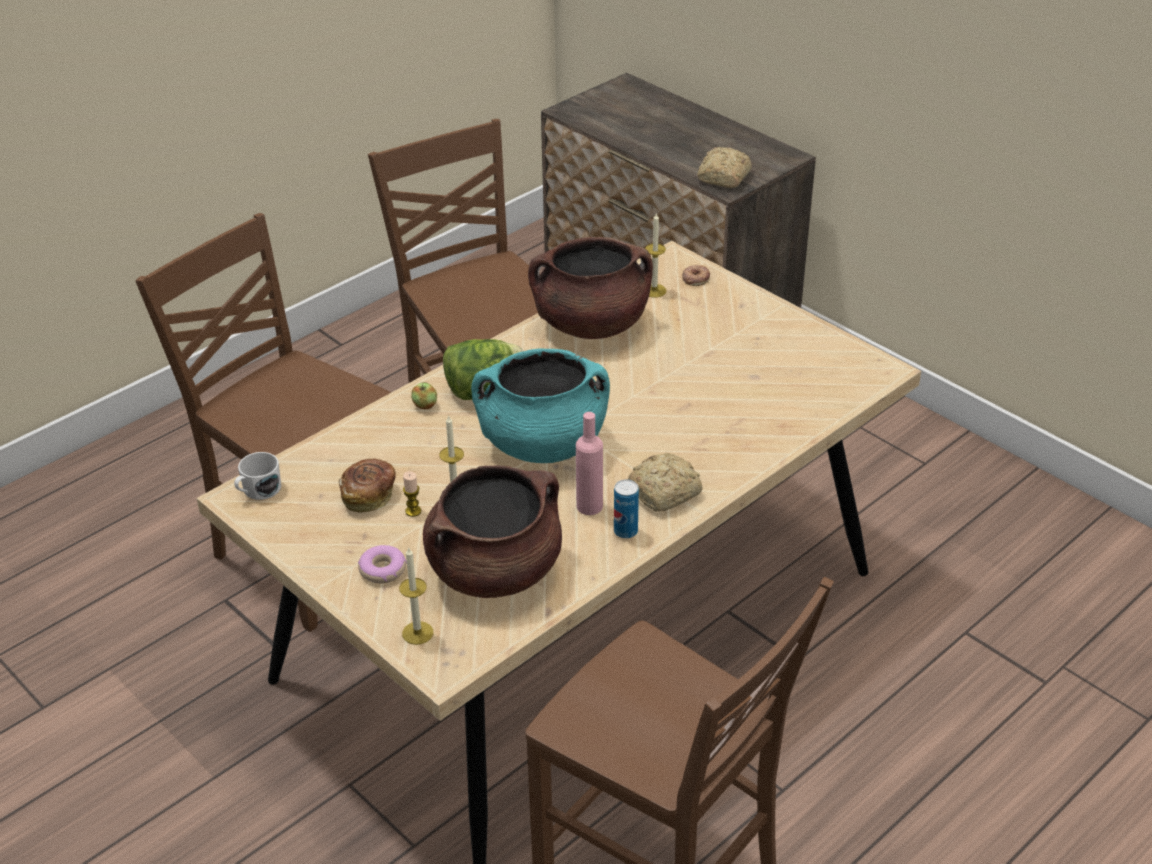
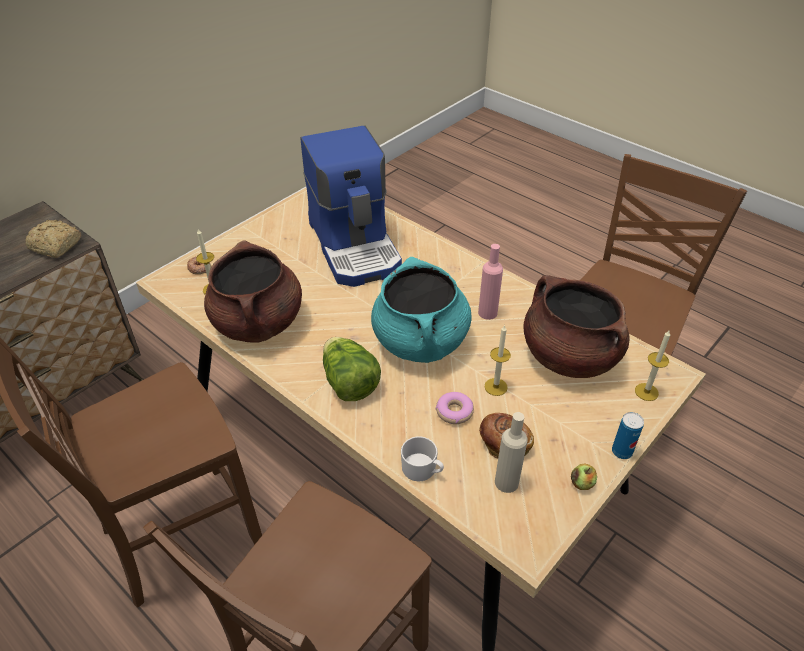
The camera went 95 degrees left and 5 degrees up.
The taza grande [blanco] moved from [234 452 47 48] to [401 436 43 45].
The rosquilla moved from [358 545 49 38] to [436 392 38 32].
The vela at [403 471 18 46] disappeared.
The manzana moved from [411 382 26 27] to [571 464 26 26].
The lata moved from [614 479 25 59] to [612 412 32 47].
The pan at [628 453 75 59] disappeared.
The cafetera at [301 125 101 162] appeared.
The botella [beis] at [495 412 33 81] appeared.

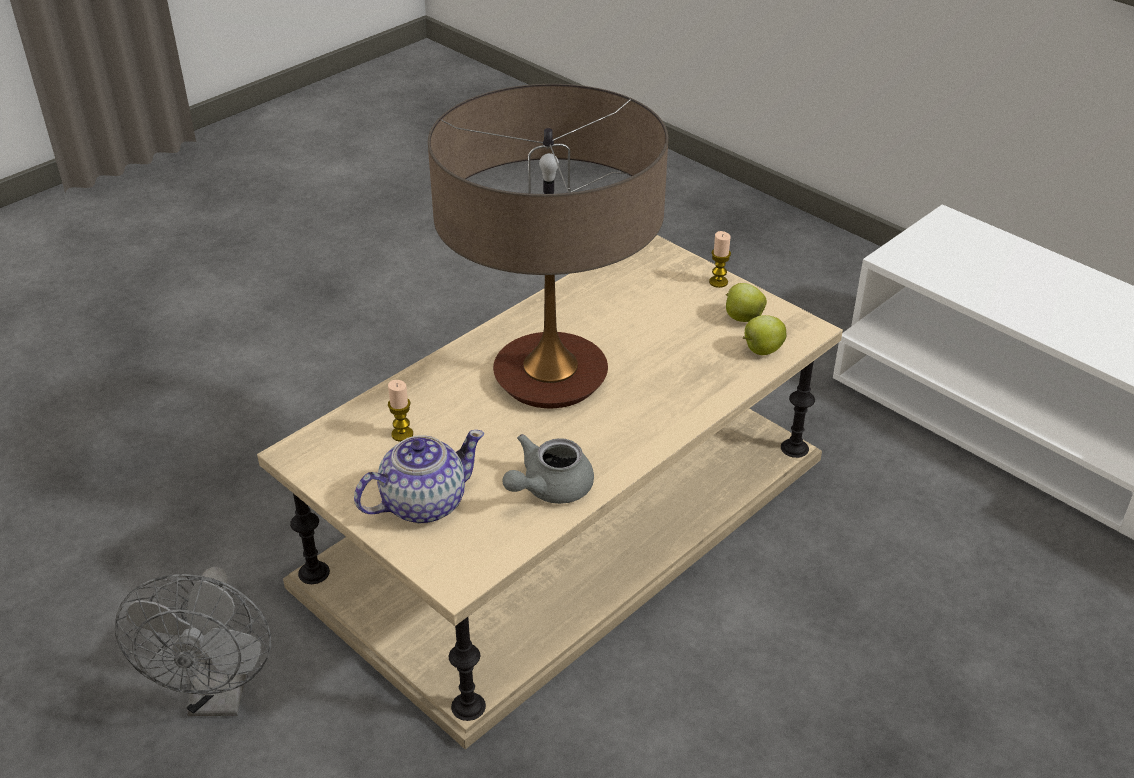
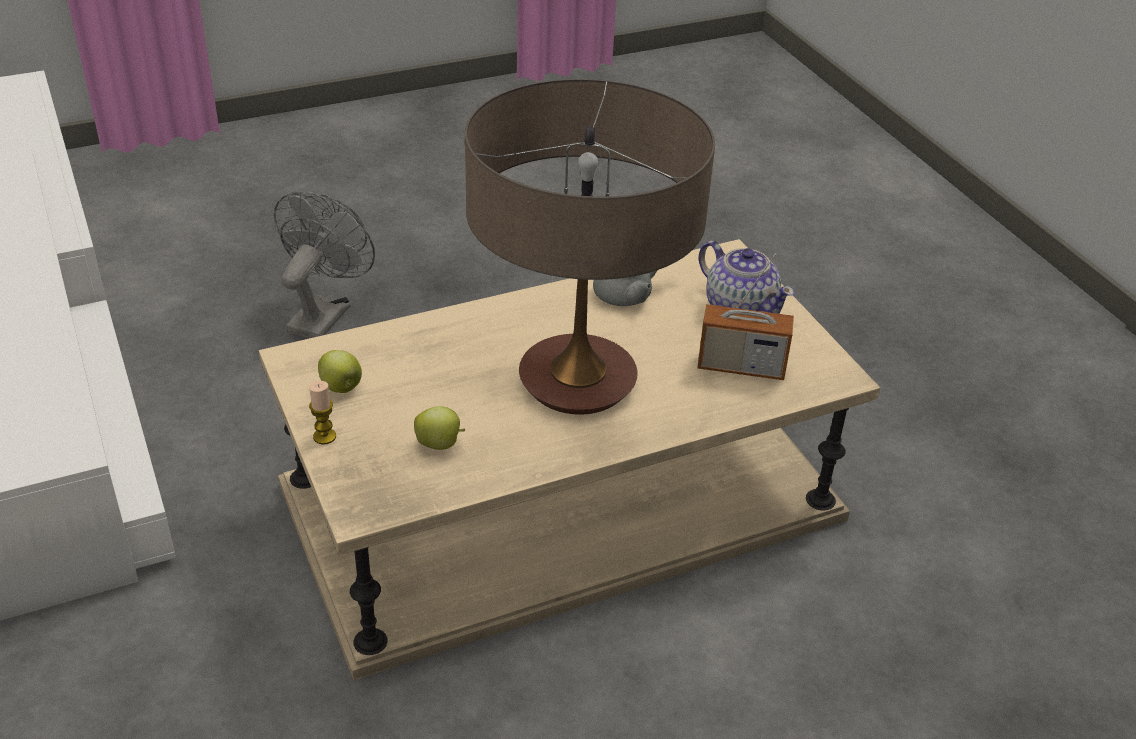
The camera went 160 degrees left and 0 degrees up.
The ventilador [gris] moved from [115 567 156 149] to [274 191 101 147].
The tetera at [354 430 130 93] turned 120 degrees counterclockwise.
The vela at [388 380 25 62] was replaced by the radio at [697 254 97 126].
The manzana moved from [742 315 44 40] to [414 406 51 44].

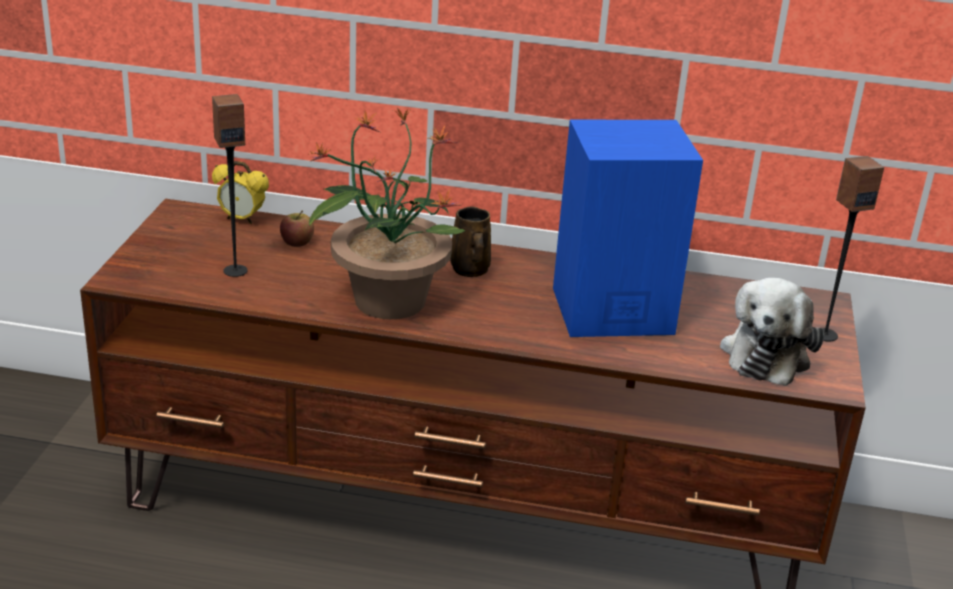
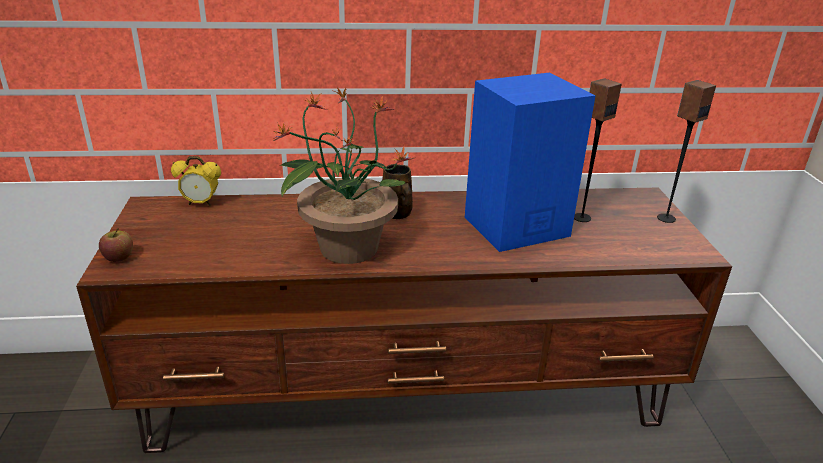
The camera went 15 degrees left and 0 degrees up.
The altavoz moved from [212 94 35 183] to [574 78 48 144].
The manzana moved from [280 211 34 36] to [99 228 34 34].
The peluche at [720 278 104 108] disappeared.

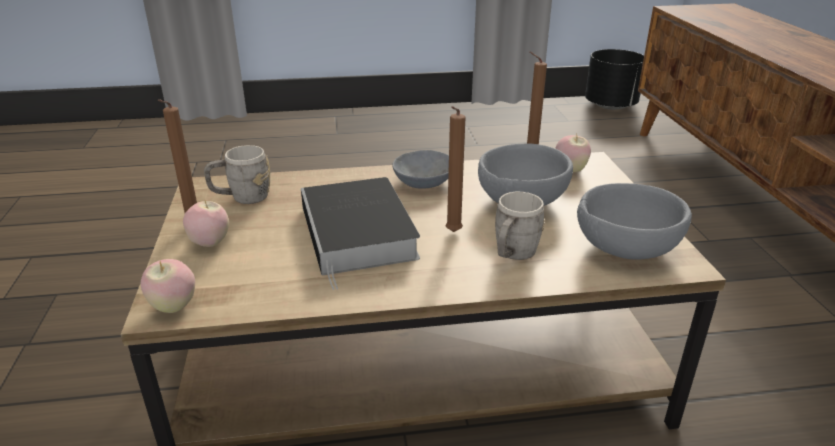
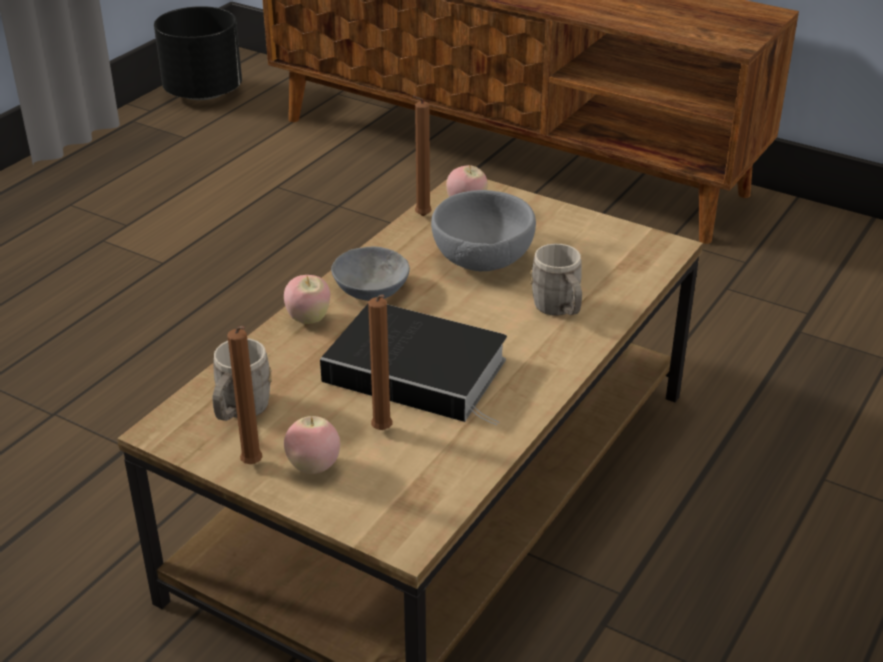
The camera went 50 degrees left and 5 degrees up.
The manzana moved from [141 259 54 54] to [284 275 46 49].
The vela [marrón] moved from [445 106 20 126] to [368 294 24 136].
The cuenco [gris] at [577 183 115 77] disappeared.

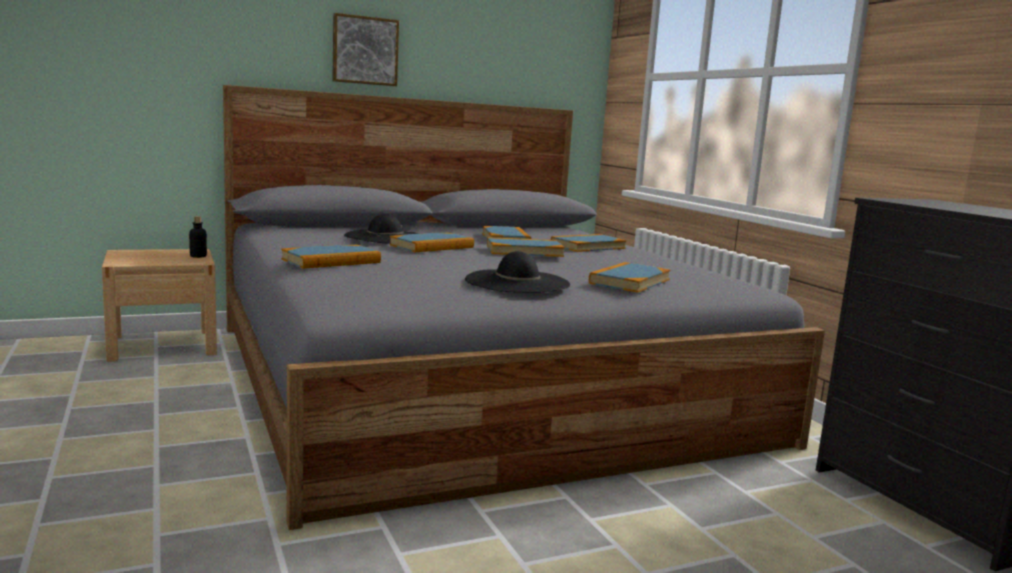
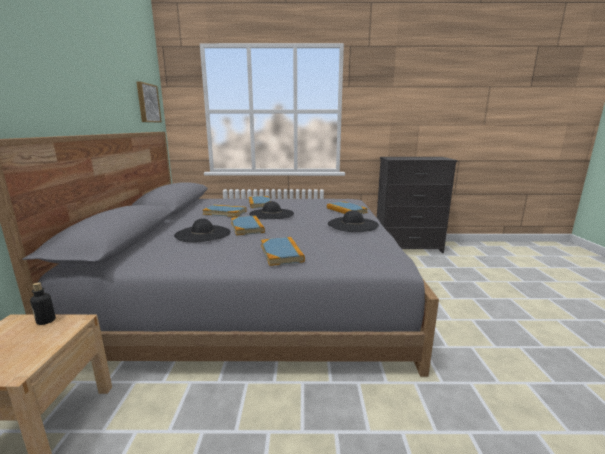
The camera went 65 degrees left and 5 degrees up.
The cuadro moved from [332 13 67 73] to [137 82 25 40].
The libro at [487 237 78 20] was replaced by the sombrero [negro] at [249 201 45 18].

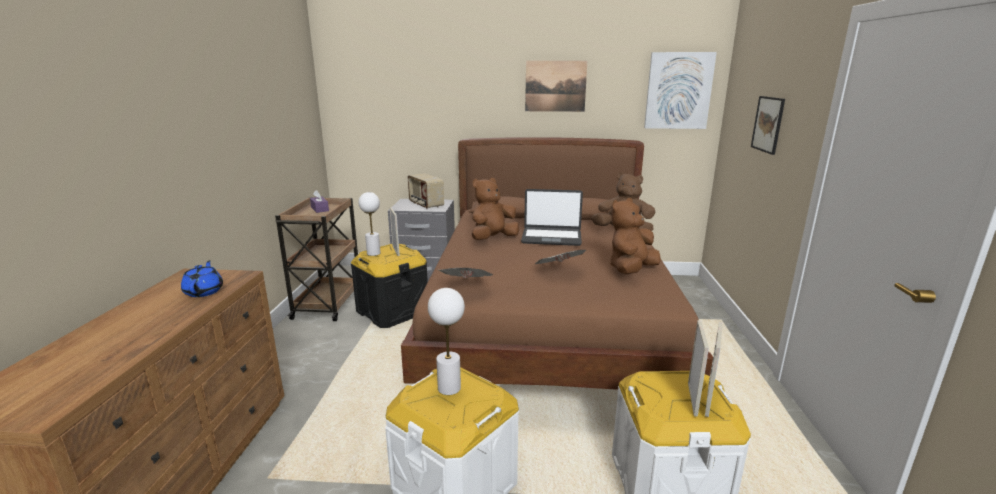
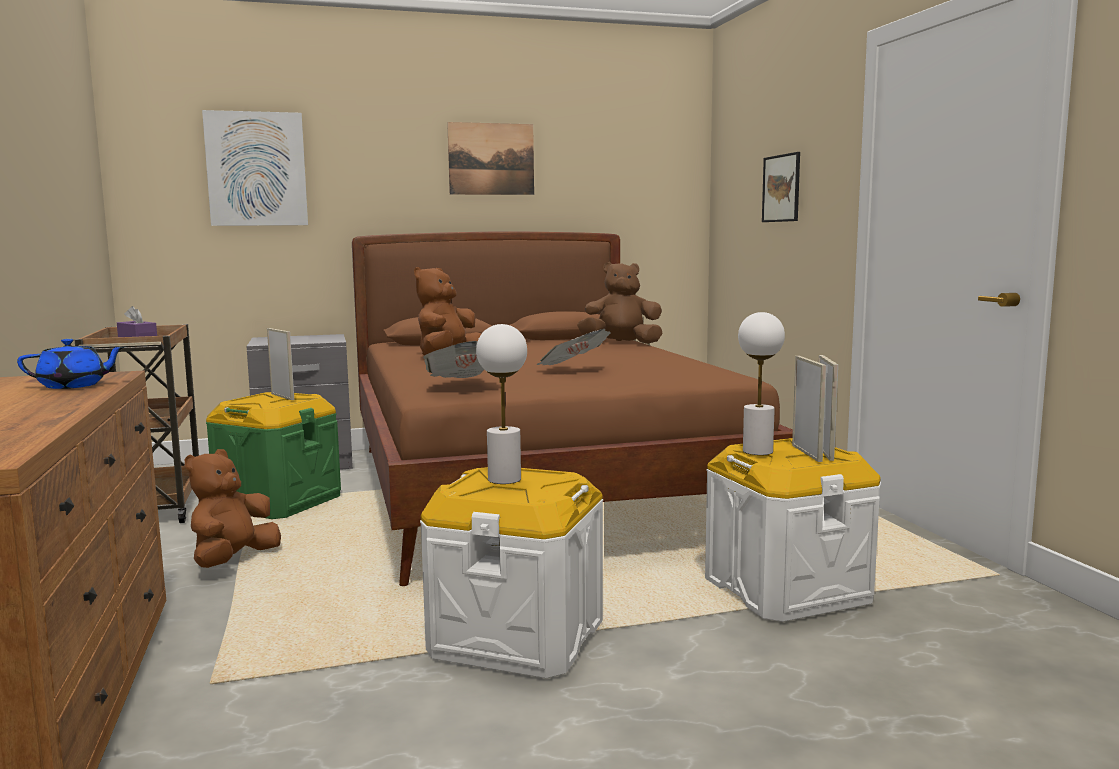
The camera went 20 degrees left and 10 degrees down.
The tetera [azul] at [181 260 42 37] turned 105 degrees clockwise.
The caja de almacenaje [negro] at [351 244 77 84] became the caja de almacenaje [verde] at [206 392 135 127].
The lámpara de mesa [blanco] moved from [358 192 23 64] to [738 312 47 143].
The radio at [408 173 36 36] disappeared.
The portátil at [521 189 62 57] disappeared.
The peluche [marrón] moved from [610 198 51 76] to [185 449 96 119].
The cuadro moved from [644 52 73 77] to [202 110 106 116].

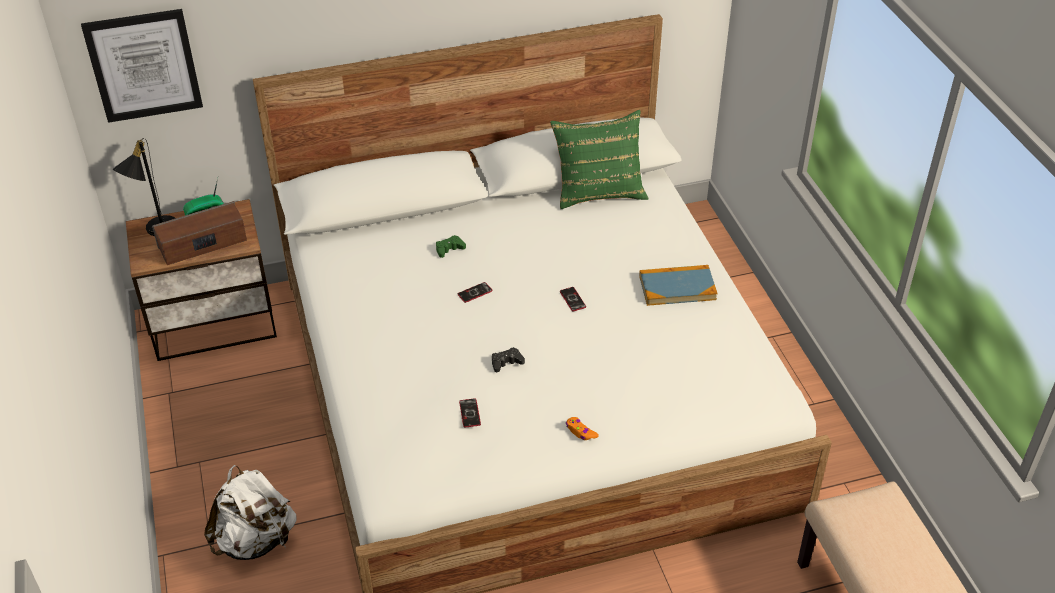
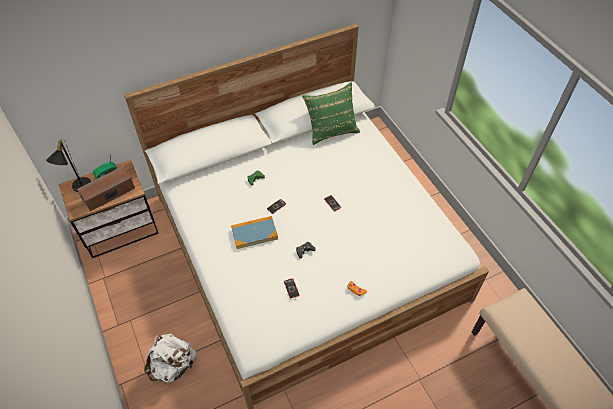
The camera went 10 degrees left and 10 degrees up.
The cuadro at [81 9 122 114] disappeared.
The libro moved from [639 265 78 41] to [231 216 47 33].

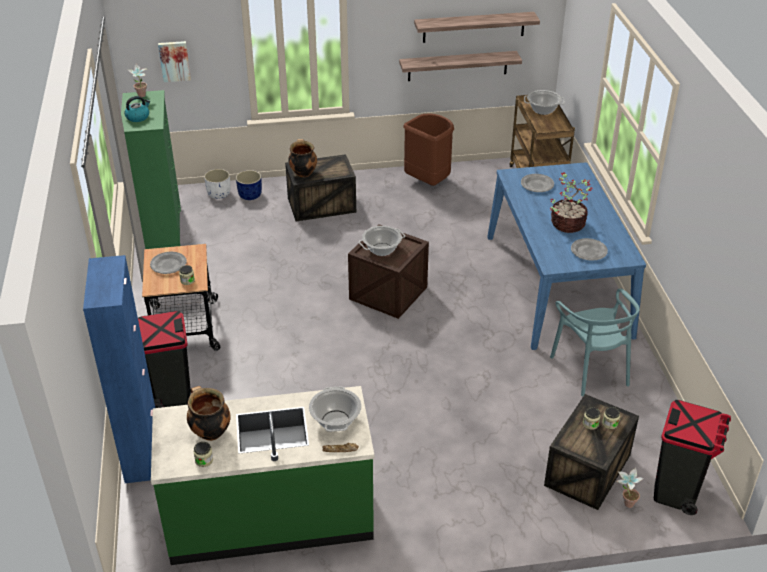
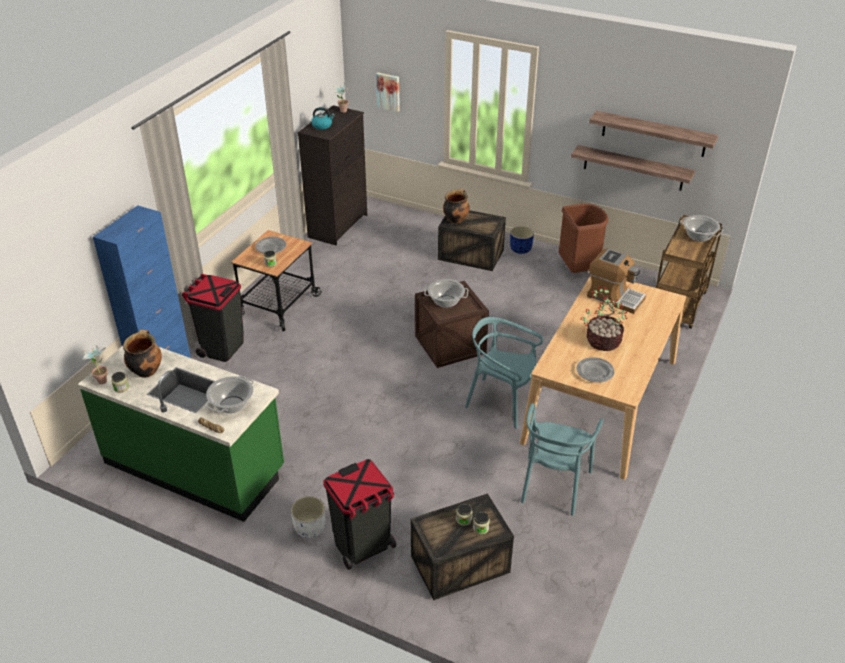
The camera went 35 degrees right and 0 degrees up.
The cómoda [verde] at [121 90 60 159] became the cómoda [negro] at [298 105 69 141].
The maceta [blanco] moved from [204 169 26 30] to [291 496 34 42].
The maceta [azul] moved from [236 170 26 30] to [510 226 24 28].
The mesa de comedor [azul] at [487 162 159 188] became the mesa de comedor [beis] at [520 276 166 204].
The plato [gris] at [521 174 33 18] was replaced by the cafetera at [587 249 59 65].
The planta en maceta moved from [616 467 28 41] to [82 345 26 39].
The papelera [negro] moved from [654 400 77 115] to [323 459 73 111].
The silla [turquesa] at [465 317 79 112] appeared.

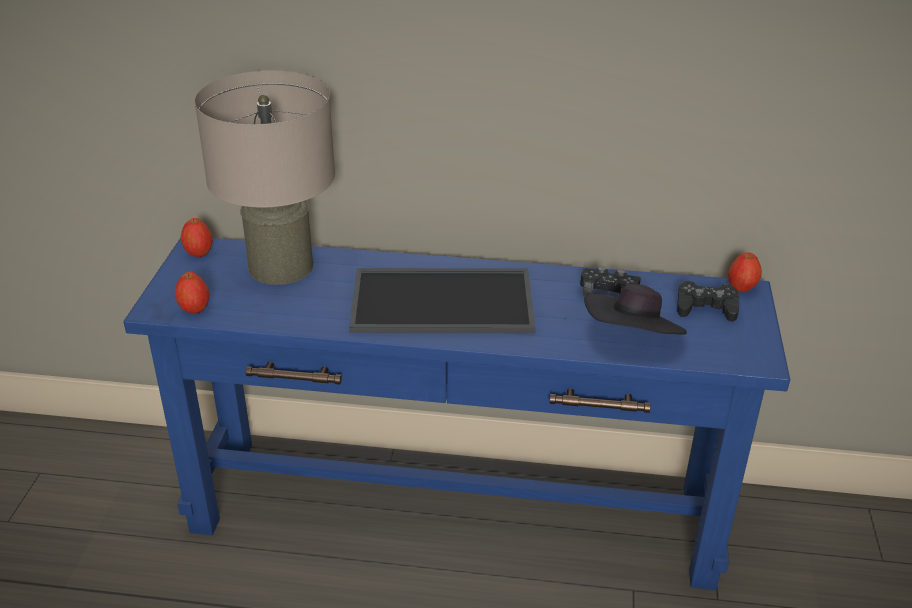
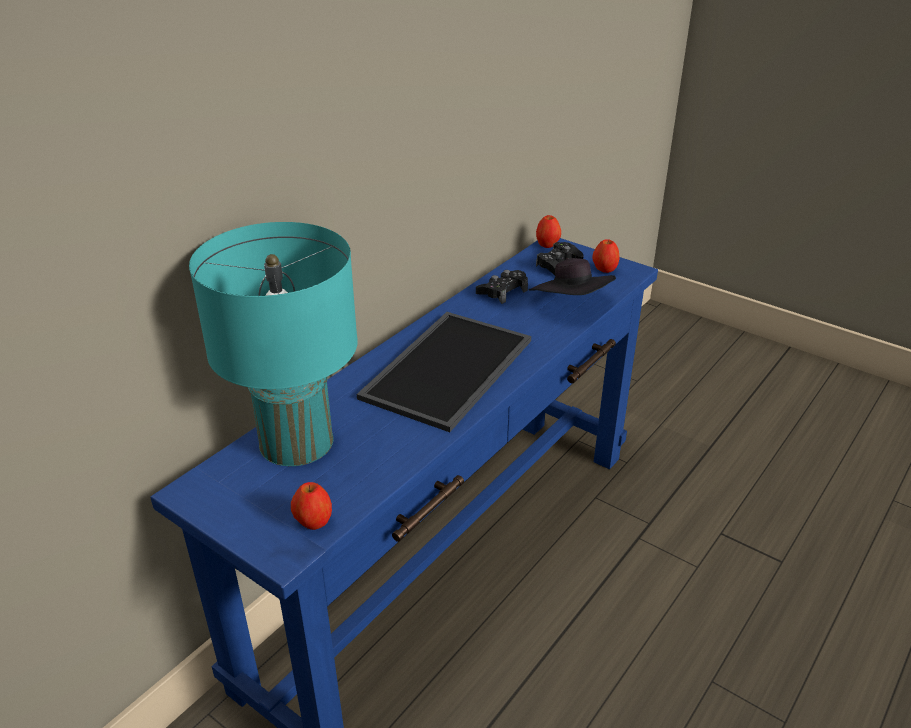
The camera went 60 degrees left and 0 degrees up.
The manzana moved from [181 218 32 39] to [592 240 28 33].
The lámpara de mesa [beis] at [195 71 140 214] became the lámpara de mesa [turquesa] at [189 222 169 244].

